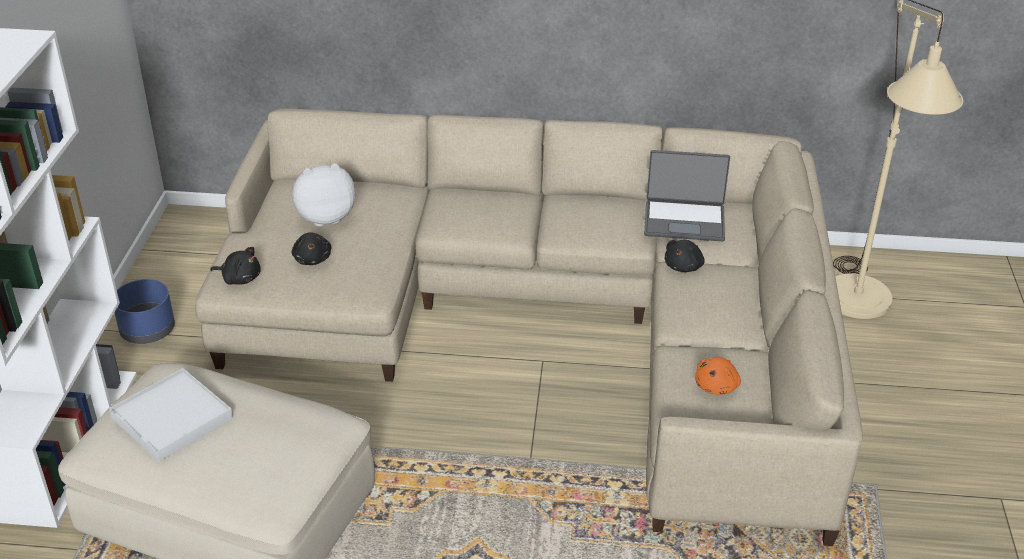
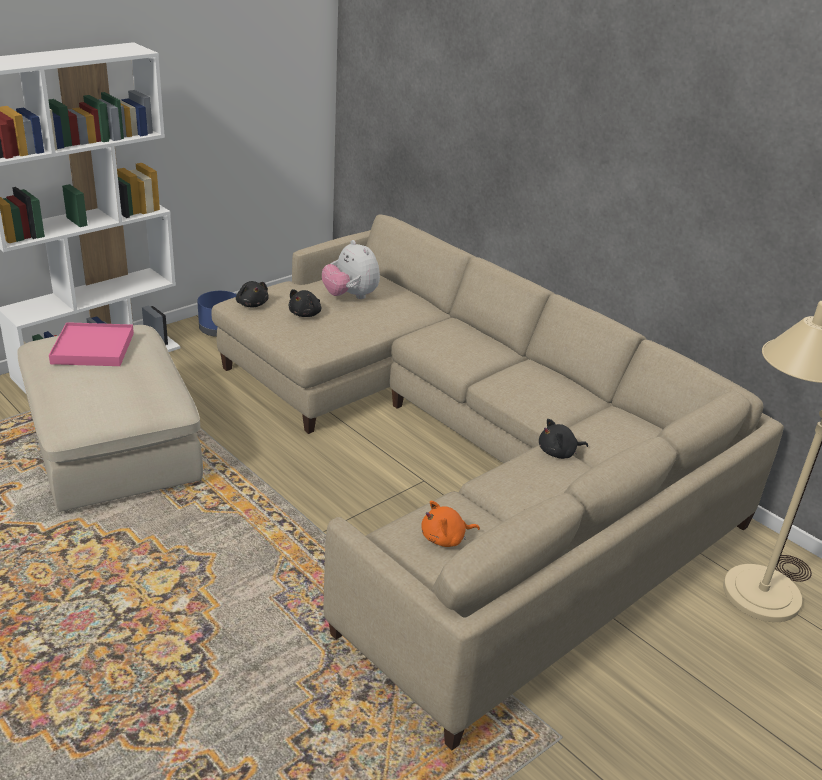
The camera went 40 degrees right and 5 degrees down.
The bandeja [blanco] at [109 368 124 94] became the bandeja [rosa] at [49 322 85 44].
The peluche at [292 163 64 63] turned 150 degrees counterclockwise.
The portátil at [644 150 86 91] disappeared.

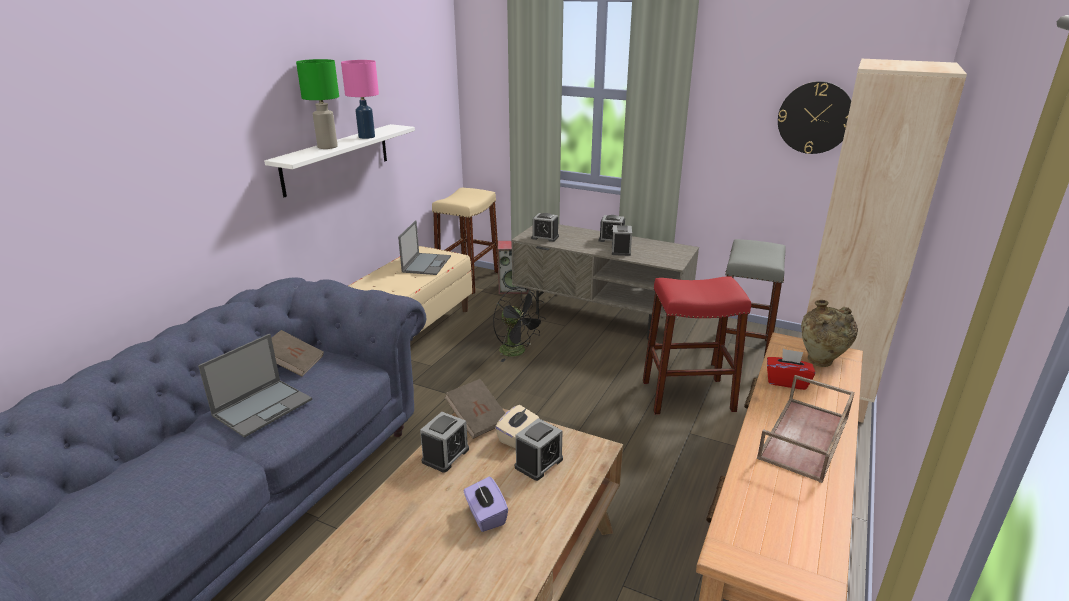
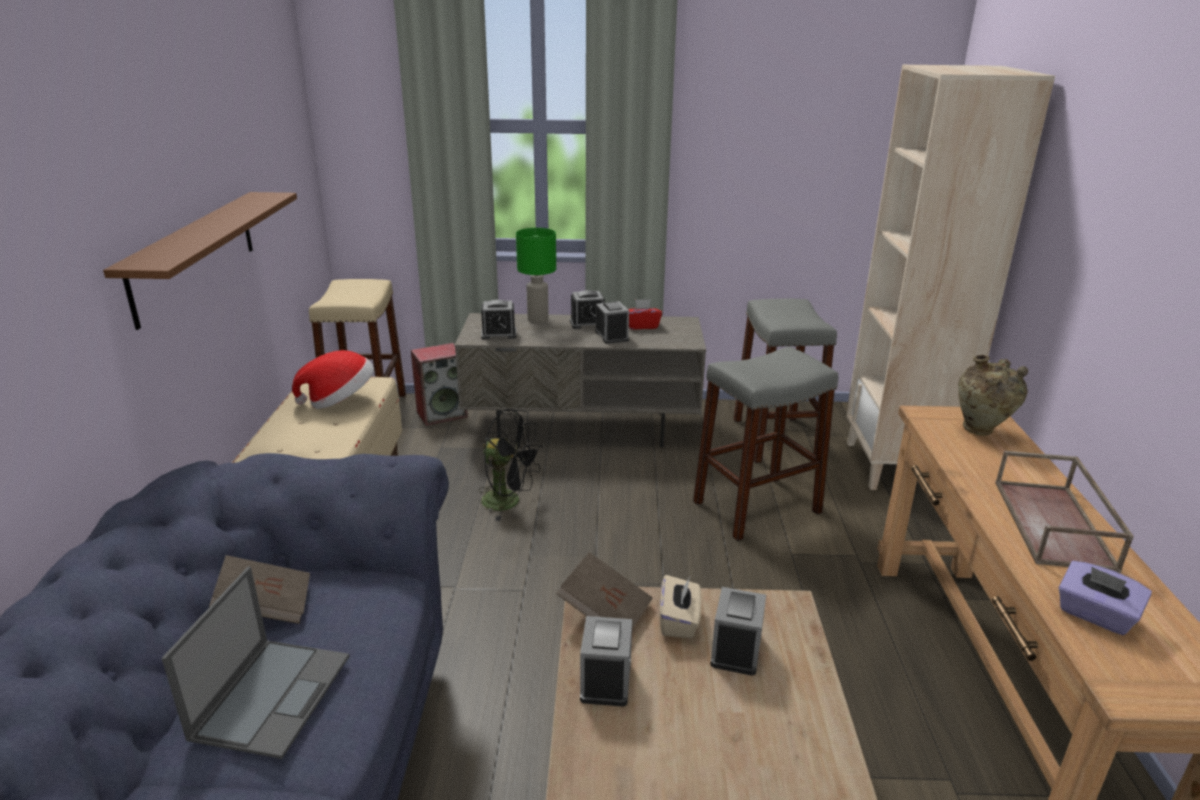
The camera went 25 degrees left and 0 degrees up.
The estante [blanco] at [264 124 151 73] became the estante [marrón] at [103 192 194 138].
The lámpara de mesa [verde] moved from [296 59 43 90] to [516 228 40 95].
The lámpara de mesa [rosa] at [341 60 38 79] disappeared.
The portátil at [398 220 53 55] was replaced by the sombrero at [292 350 82 59].
The caja de pañuelos [morado] moved from [464 477 44 55] to [1059 561 93 74].
The taburete [rojo] at [643 276 108 138] became the taburete [gris] at [693 347 145 194].
The caja de pañuelos [rojo] moved from [767 349 48 41] to [628 299 34 30].
The reloj de pared at [778 81 73 73] disappeared.

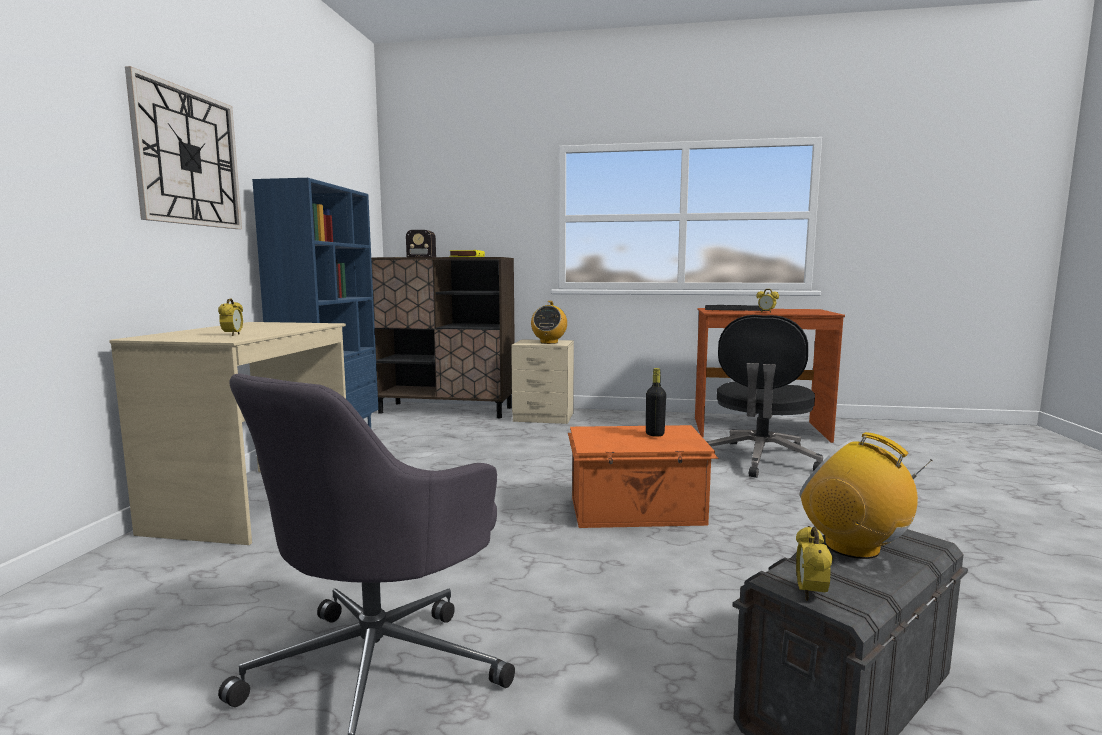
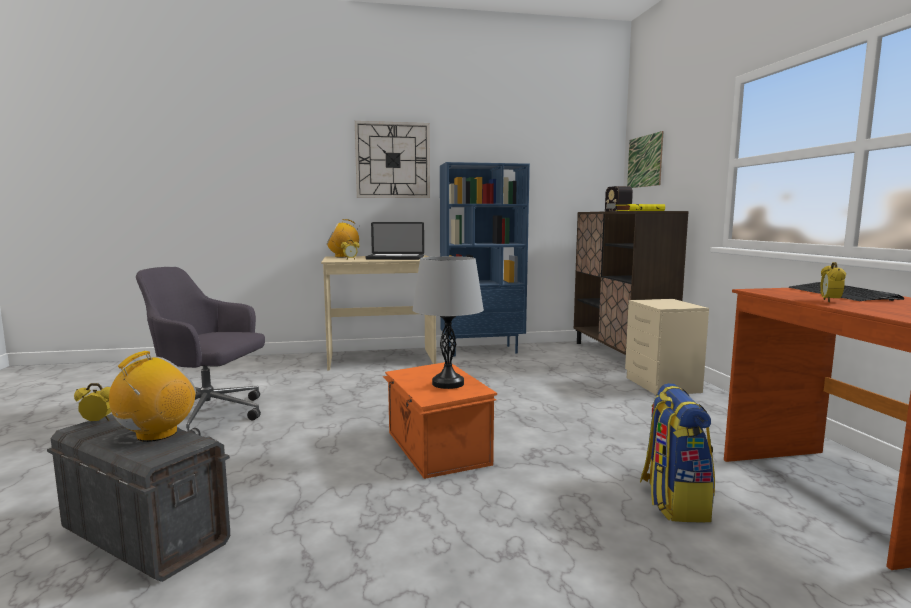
The camera went 70 degrees right and 0 degrees up.
The radio moved from [531 301 36 43] to [327 219 32 38].
The botella [negro] at [646 368 20 69] was replaced by the lámpara de mesa [gris] at [412 256 72 133].
The silla de oficina [negro] at [706 315 117 163] was replaced by the mochila at [640 383 75 139].
The portátil at [365 222 59 38] appeared.
The cuadro at [627 131 37 57] appeared.

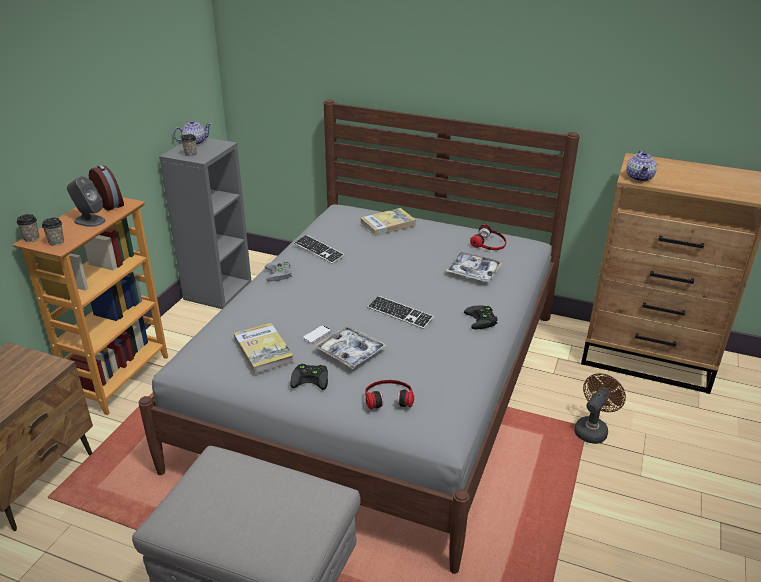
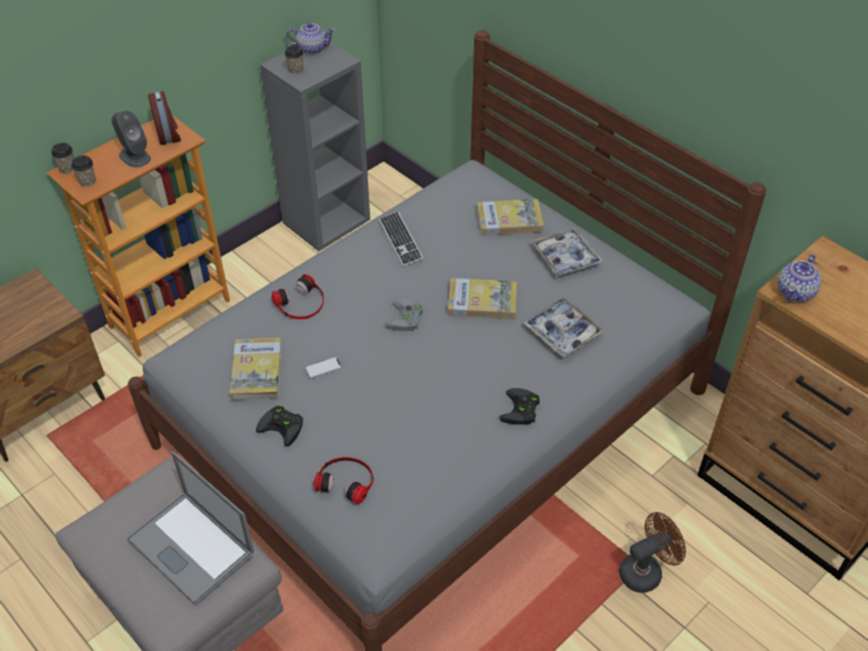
The camera went 25 degrees right and 15 degrees up.
The mando de consola [gris] moved from [265 261 27 20] to [385 299 38 32].
The bandeja moved from [314 326 73 43] to [531 228 72 49].
The teclado at [367 296 67 33] disappeared.
The auriculares moved from [470 224 36 26] to [272 274 52 45].
The portátil at [127 451 127 155] appeared.
The libro at [448 278 69 41] appeared.

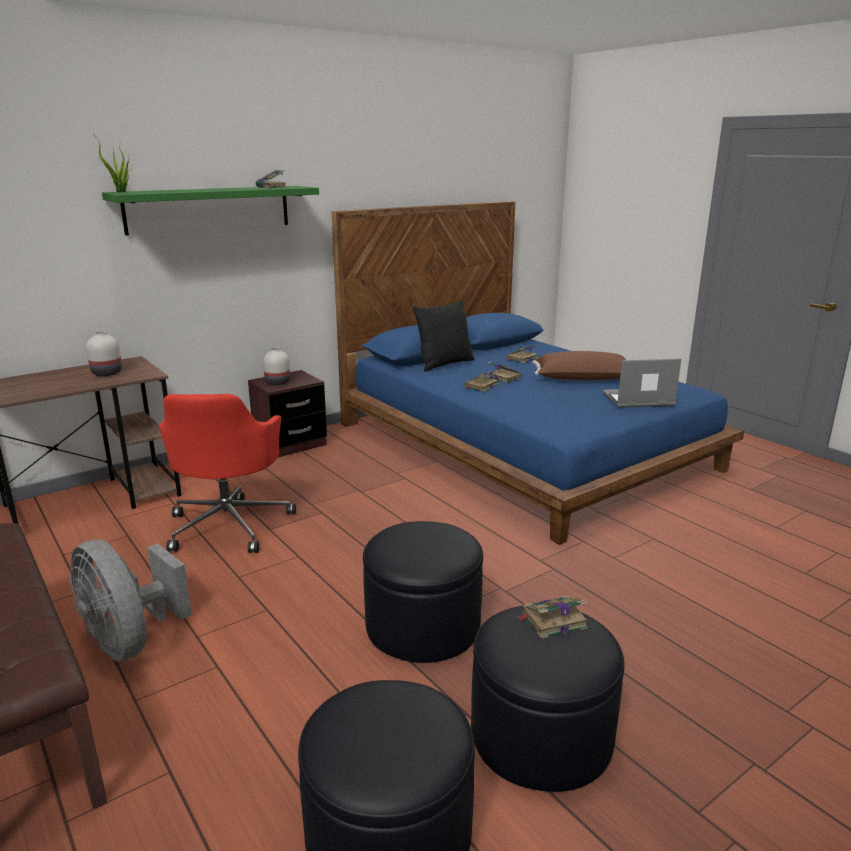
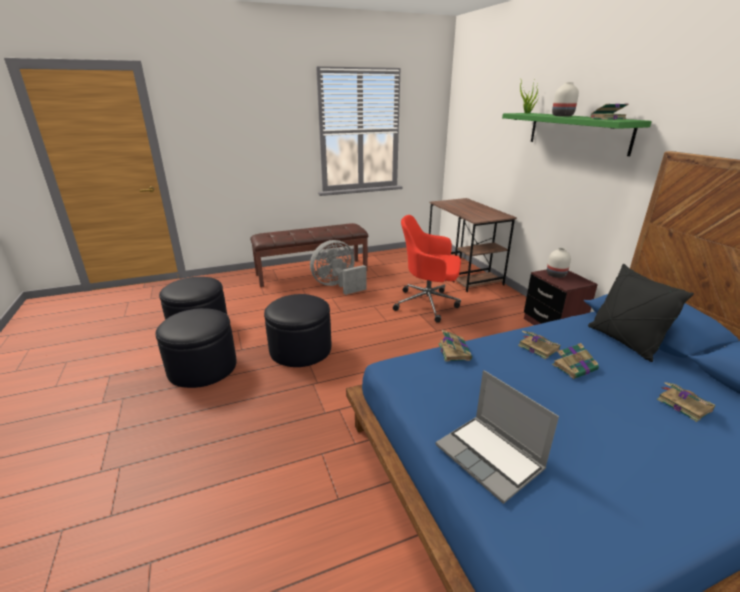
The camera went 105 degrees right and 5 degrees up.
The florero [blanco] moved from [86 331 36 45] to [552 82 27 35].
The libro moved from [517 596 71 43] to [438 329 34 32].
The cojín [marrón] at [532 351 94 29] disappeared.
The portátil at [602 359 79 49] turned 135 degrees clockwise.

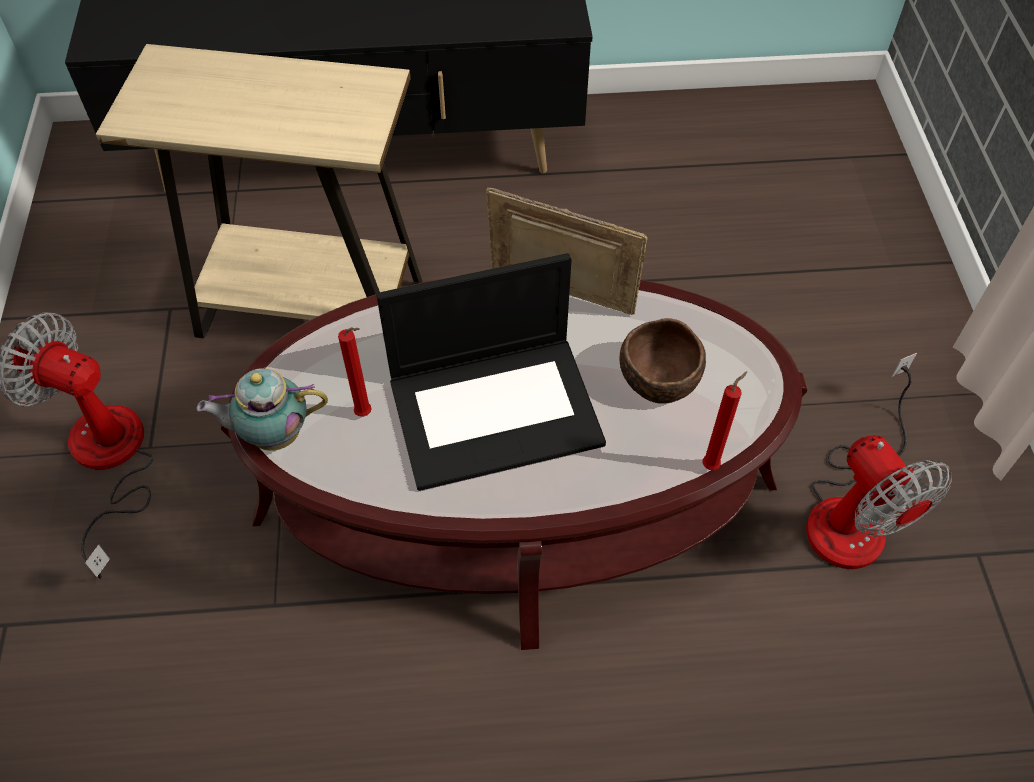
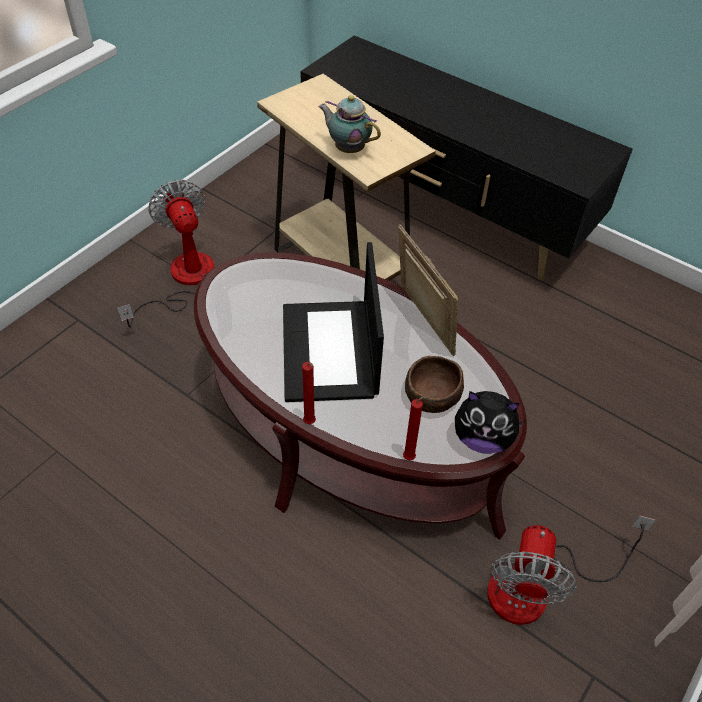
The camera went 40 degrees right and 5 degrees down.
The tetera moved from [197 369 131 82] to [318 95 63 58].
The vela [rojo] moved from [338 327 34 90] to [302 362 14 62].
The portátil at [376 253 230 238] turned 60 degrees clockwise.
The peluche at [455 391 71 63] appeared.

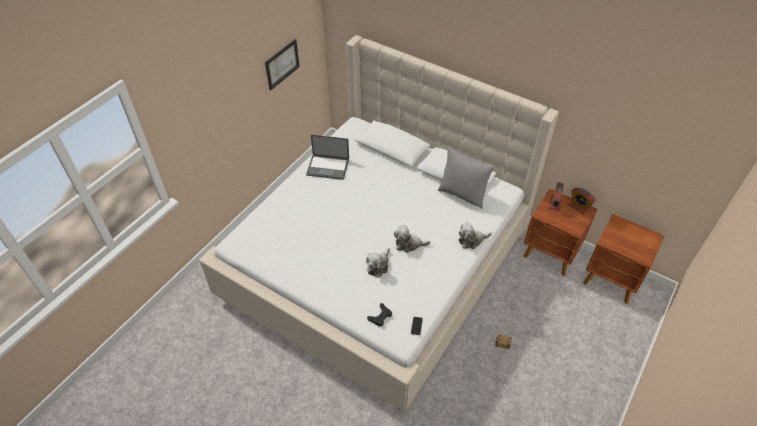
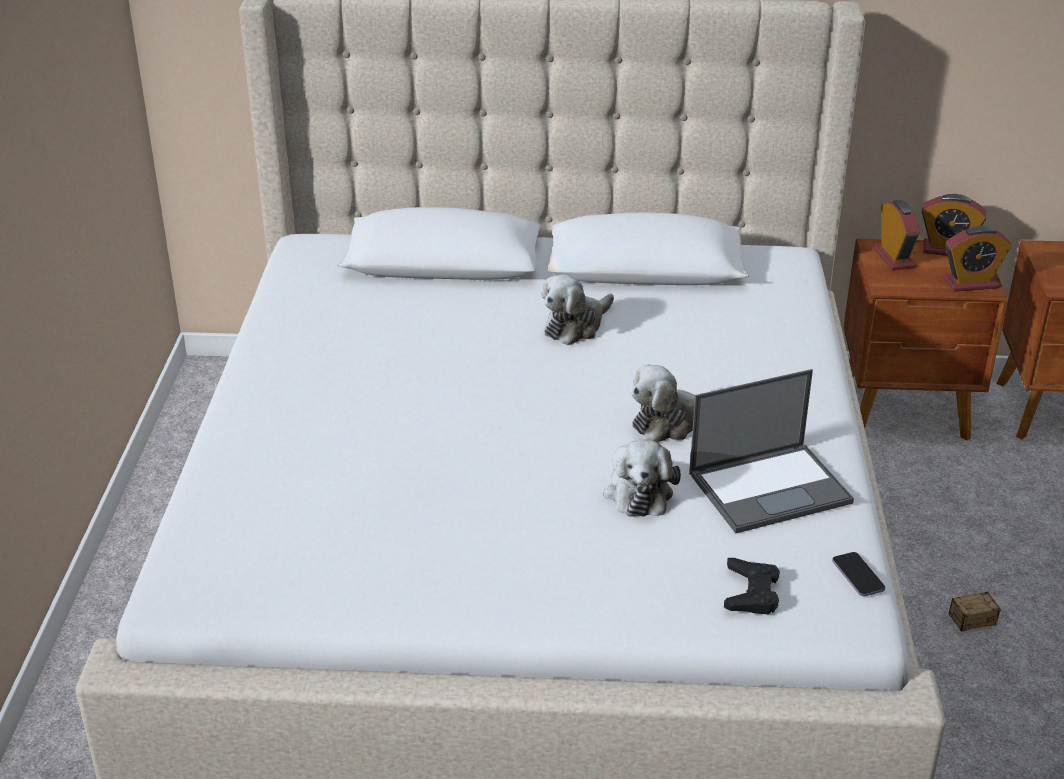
The camera went 30 degrees left and 15 degrees down.
The cuadro at [265 39 35 51] disappeared.
The portátil moved from [306 135 43 45] to [689 369 165 164].
The cojín [gris] at [438 147 57 62] disappeared.
The peluche moved from [459 223 33 26] to [542 274 72 71].
The despertador at [944 226 68 66] appeared.

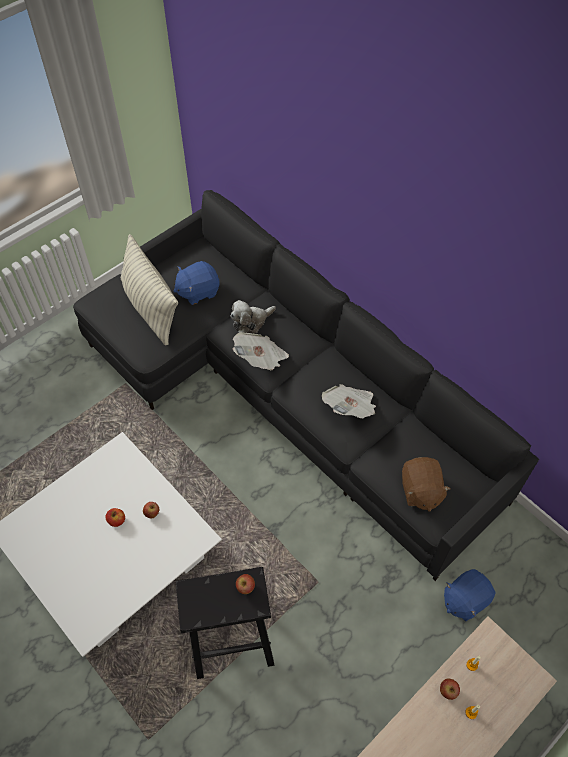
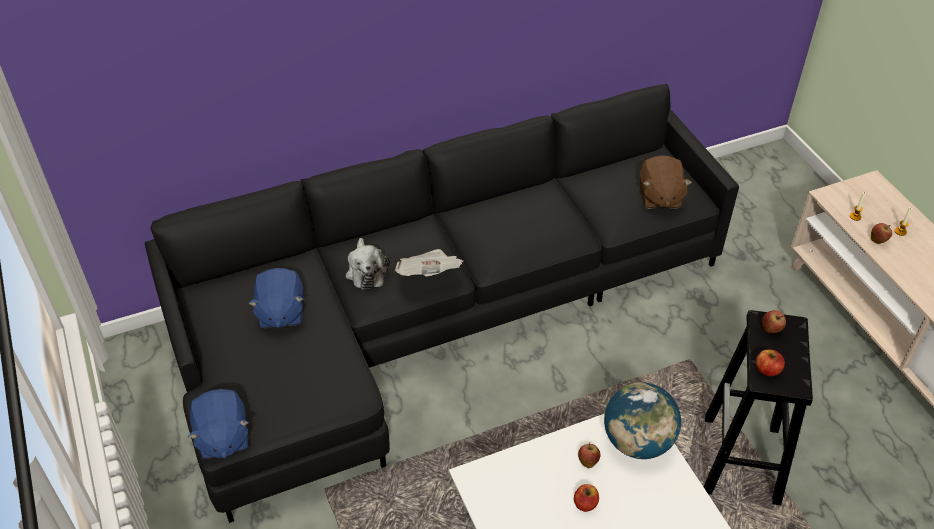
The camera went 70 degrees left and 10 degrees down.
The cojín at [121 234 57 111] disappeared.
The periódico at [322 384 54 34] disappeared.
The peluche [marrón] at [402 457 49 55] turned 75 degrees clockwise.
The peluche [azul] moved from [444 569 51 52] to [188 389 61 70].
The globo terráqueo at [604 382 77 77] appeared.
The manzana at [756 349 29 27] appeared.

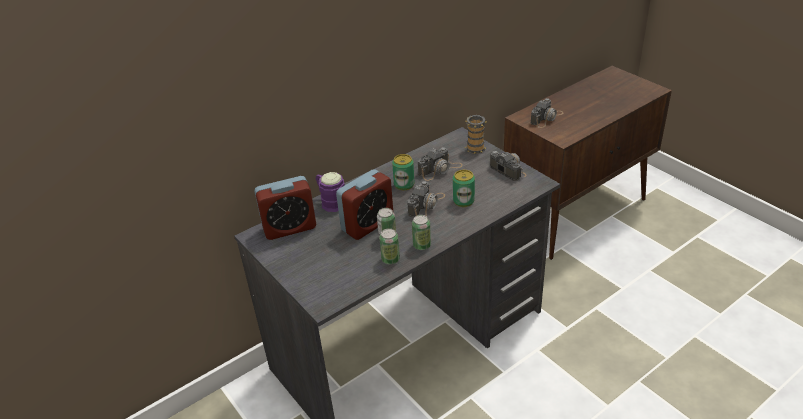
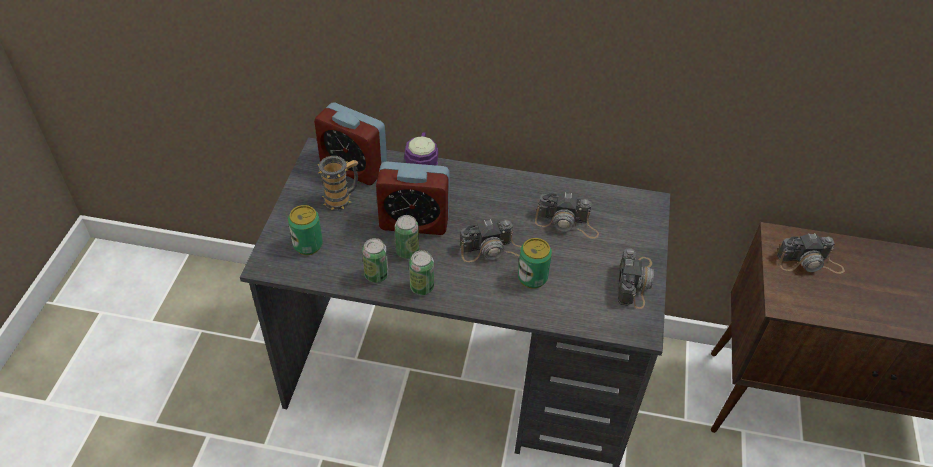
The camera went 45 degrees right and 10 degrees up.
The lata moved from [392 154 23 36] to [288 205 35 50].
The taza grande moved from [465 115 21 39] to [317 156 42 54].

